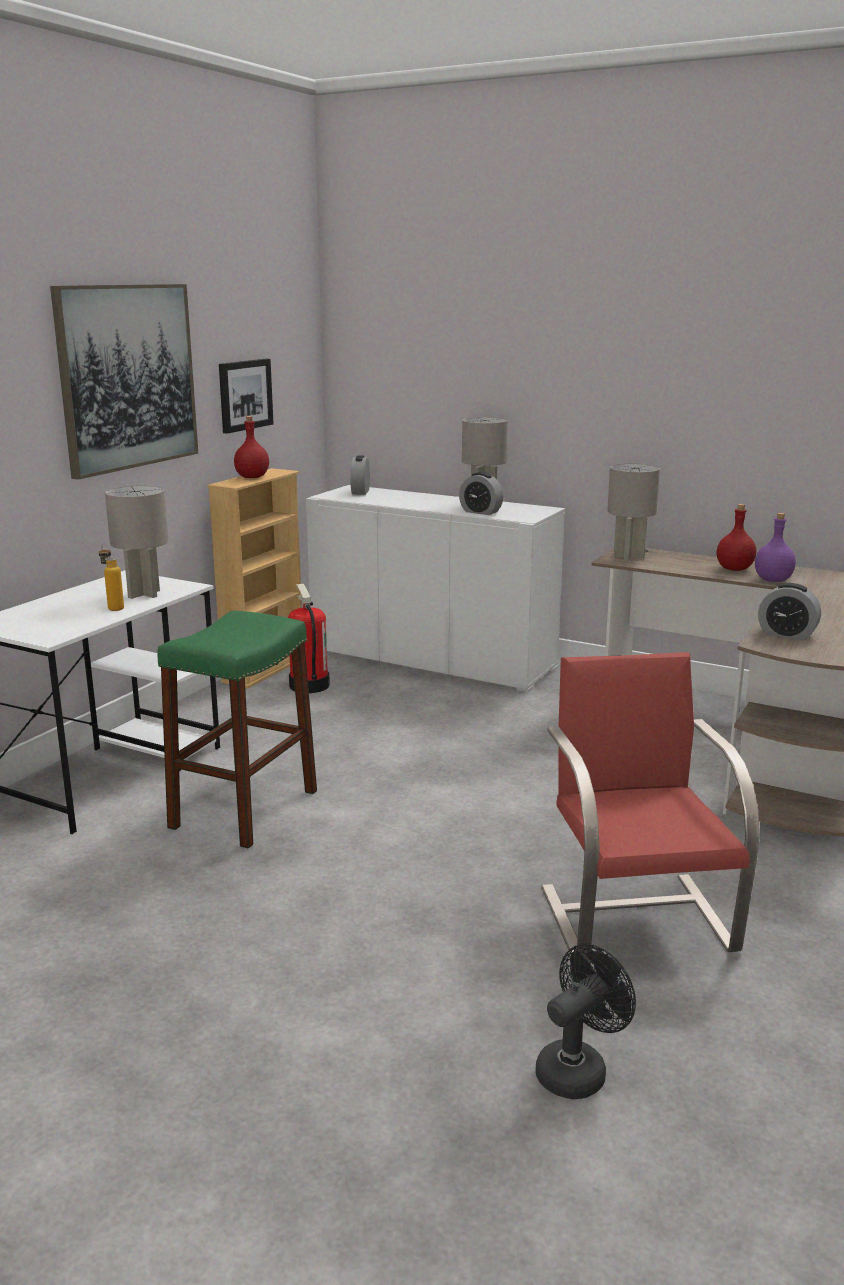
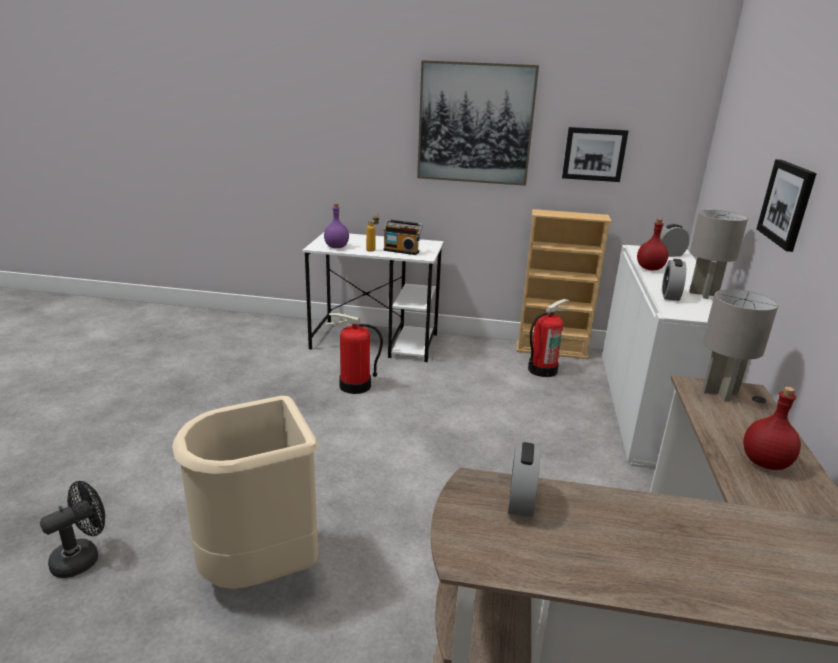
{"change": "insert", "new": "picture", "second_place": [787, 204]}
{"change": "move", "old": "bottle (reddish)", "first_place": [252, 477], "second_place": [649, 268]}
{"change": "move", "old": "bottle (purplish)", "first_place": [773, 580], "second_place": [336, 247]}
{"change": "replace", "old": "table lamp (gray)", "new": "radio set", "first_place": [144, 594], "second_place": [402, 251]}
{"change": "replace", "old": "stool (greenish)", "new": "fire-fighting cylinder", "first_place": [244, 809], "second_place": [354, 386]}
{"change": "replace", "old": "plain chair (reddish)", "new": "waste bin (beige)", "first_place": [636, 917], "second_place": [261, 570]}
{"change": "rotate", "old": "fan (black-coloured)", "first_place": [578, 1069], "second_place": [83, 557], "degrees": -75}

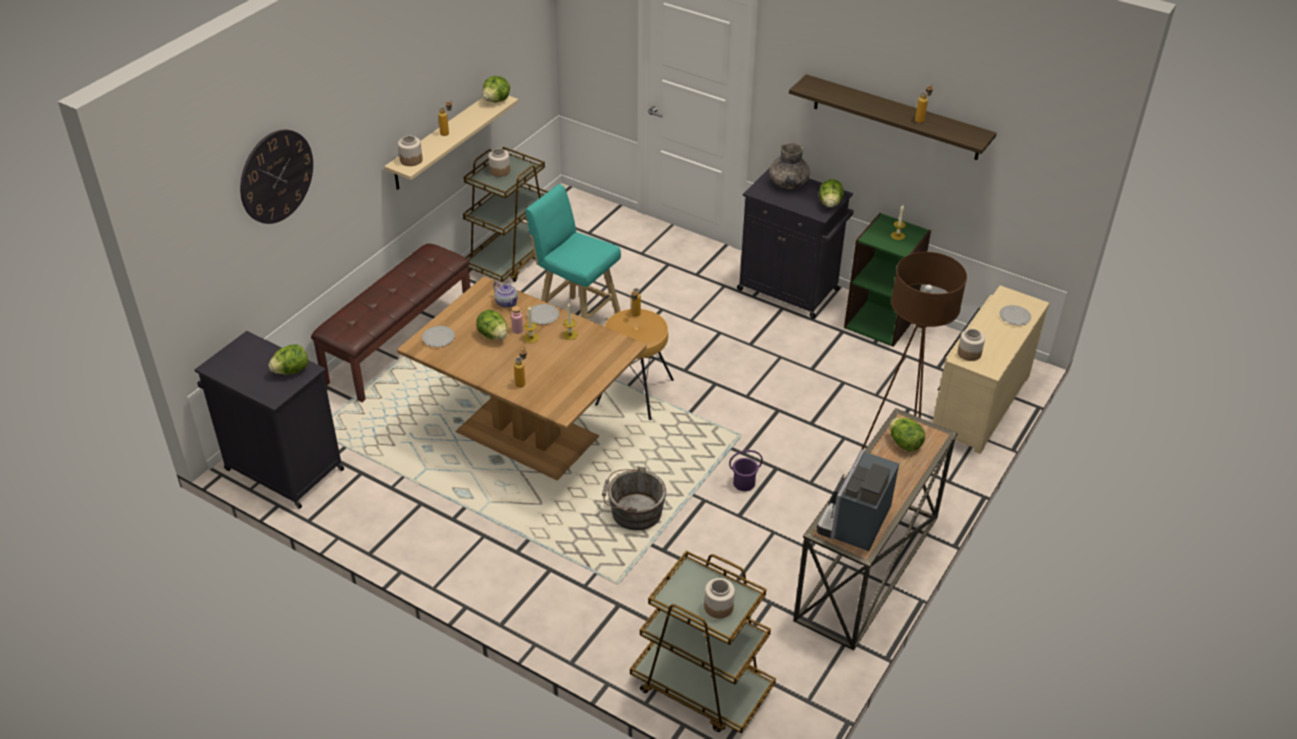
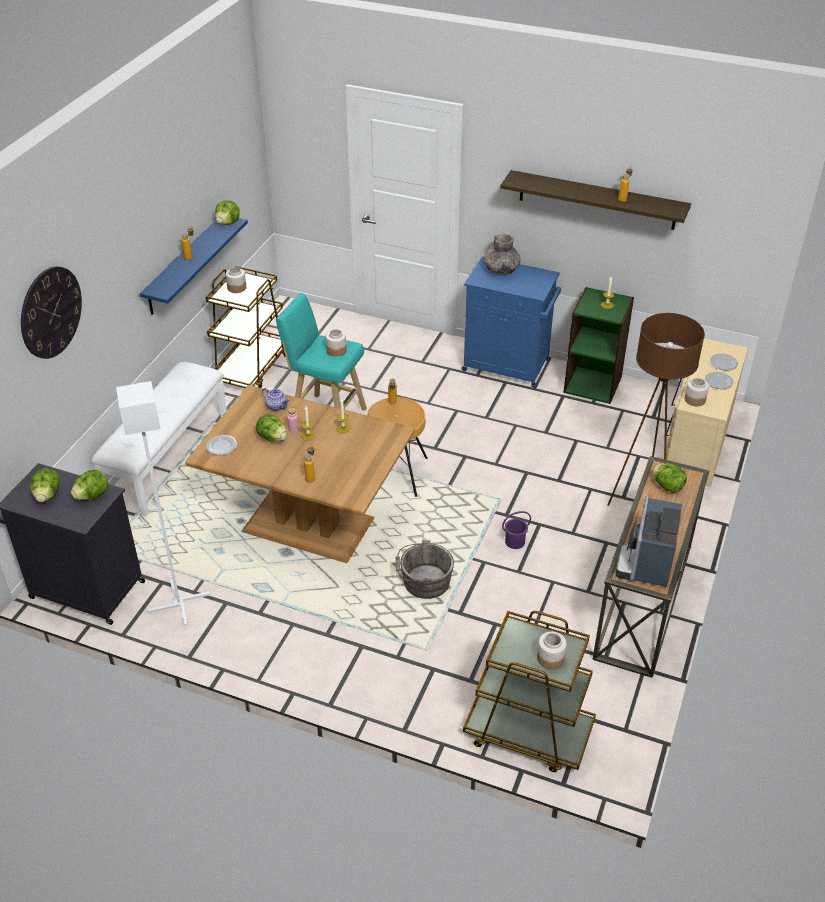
{"change": "insert", "new": "standard lamp (white)", "second_place": [179, 603]}
{"change": "move", "old": "jar", "first_place": [411, 160], "second_place": [336, 350]}
{"change": "move", "old": "dinner plate", "first_place": [543, 316], "second_place": [718, 382]}
{"change": "move", "old": "lettuce", "first_place": [830, 204], "second_place": [47, 495]}
{"change": "recolor", "old": "bench (brownish)", "new": "bench (white)", "first_place": [399, 344], "second_place": [167, 458]}
{"change": "recolor", "old": "wall shelf (beige)", "new": "wall shelf (blue)", "first_place": [442, 141], "second_place": [184, 265]}
{"change": "recolor", "old": "storage cabinet (black-coloured)", "new": "storage cabinet (blue)", "first_place": [790, 290], "second_place": [508, 366]}

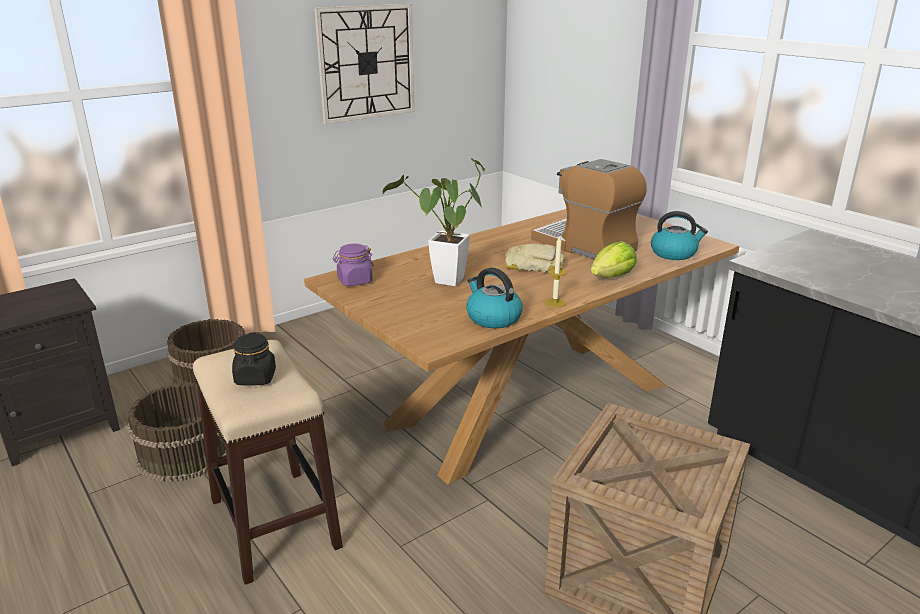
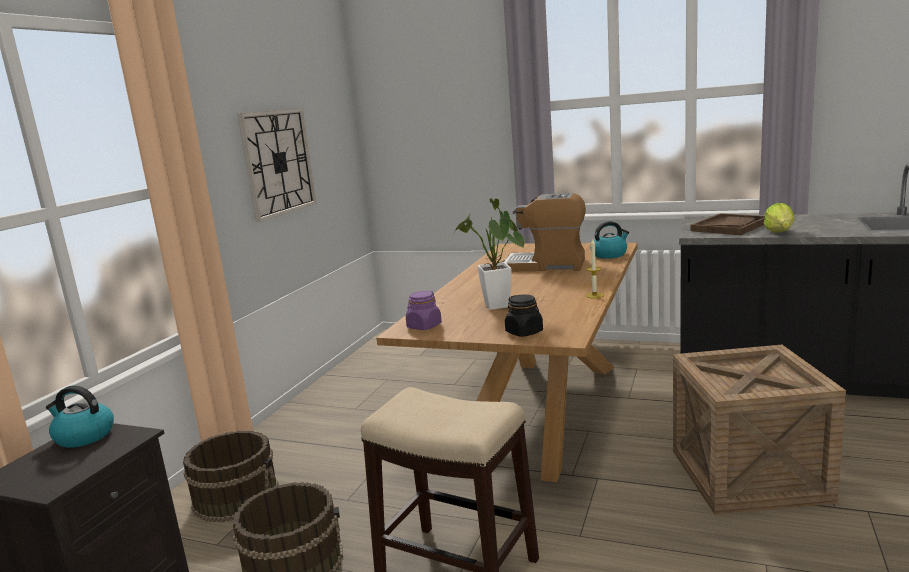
{"change": "delete", "old": "bakery bread", "first_place": [533, 266]}
{"change": "insert", "new": "serving tray (brownish)", "second_place": [729, 226]}
{"change": "move", "old": "jar (black-coloured)", "first_place": [255, 378], "second_place": [524, 332]}
{"change": "move", "old": "tea kettle", "first_place": [492, 318], "second_place": [83, 436]}
{"change": "move", "old": "lettuce", "first_place": [612, 277], "second_place": [780, 232]}

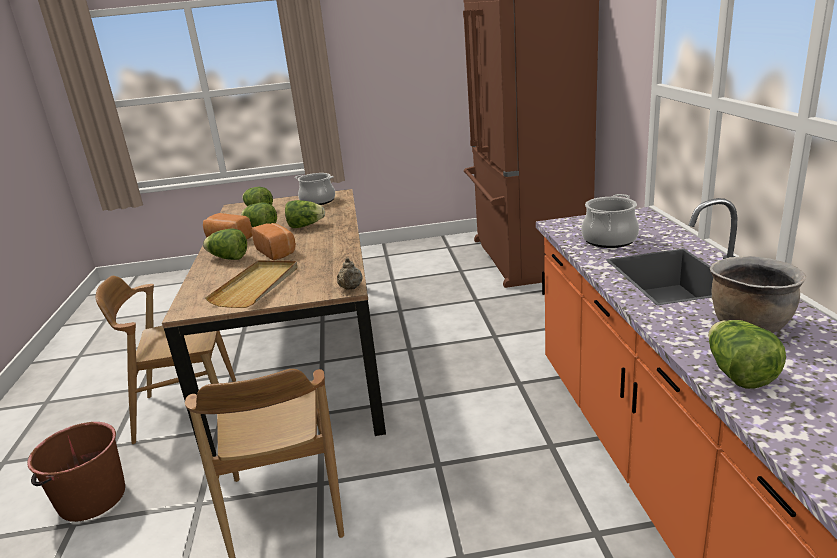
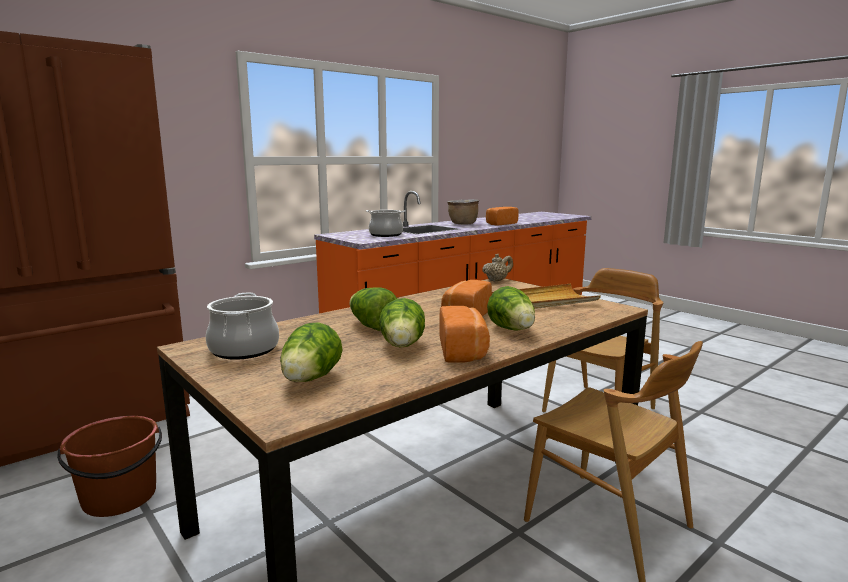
{"change": "move", "old": "pail (brownish)", "first_place": [91, 499], "second_place": [120, 498]}
{"change": "replace", "old": "lettuce", "new": "bakery bread", "first_place": [738, 374], "second_place": [500, 224]}

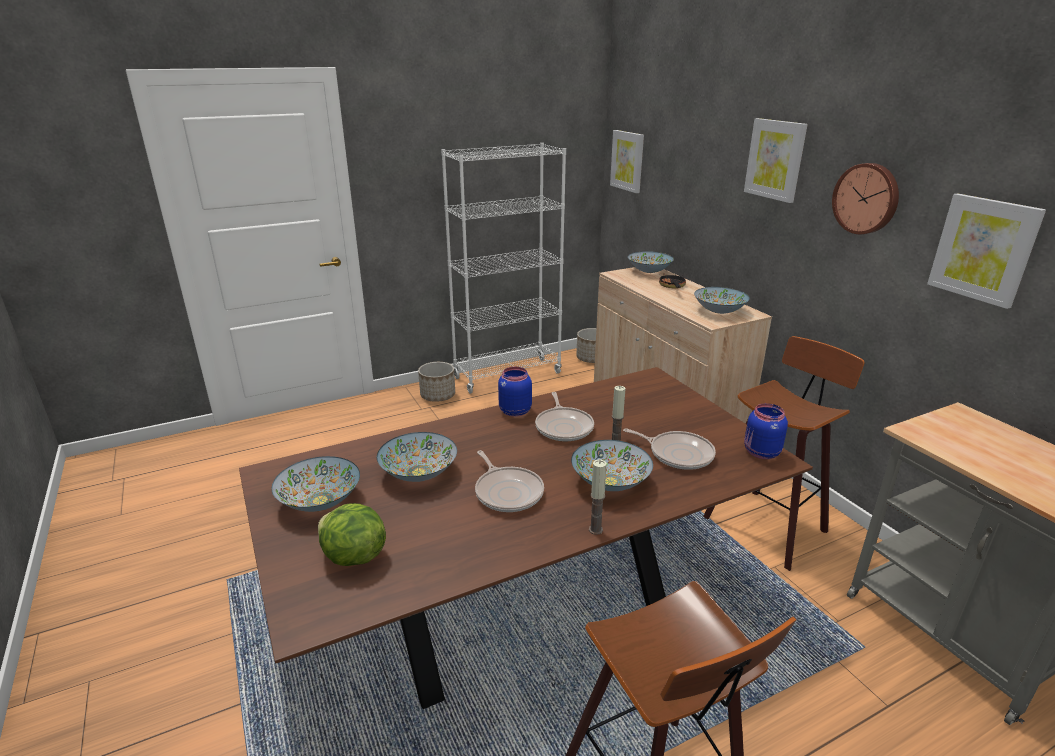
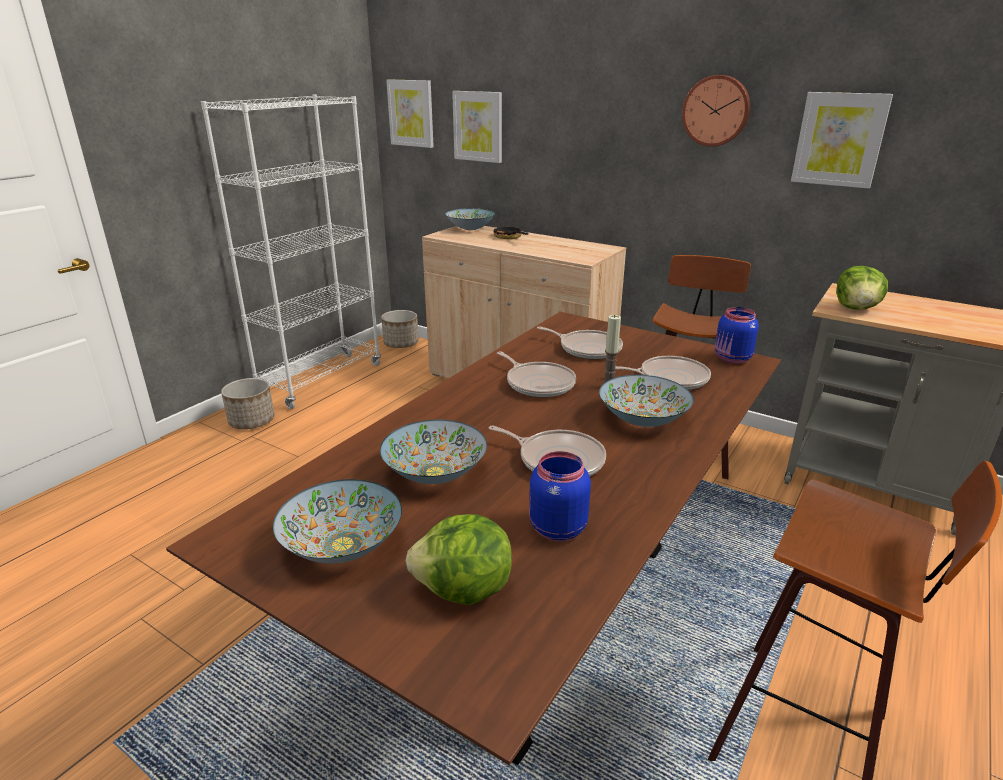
{"change": "delete", "old": "wax light", "first_place": [595, 529]}
{"change": "delete", "old": "serving bowl", "first_place": [719, 311]}
{"change": "insert", "new": "pan", "second_place": [587, 349]}
{"change": "insert", "new": "lettuce", "second_place": [856, 308]}
{"change": "move", "old": "jar (blue)", "first_place": [514, 411], "second_place": [556, 528]}
{"change": "move", "old": "picture", "first_place": [775, 159], "second_place": [478, 126]}

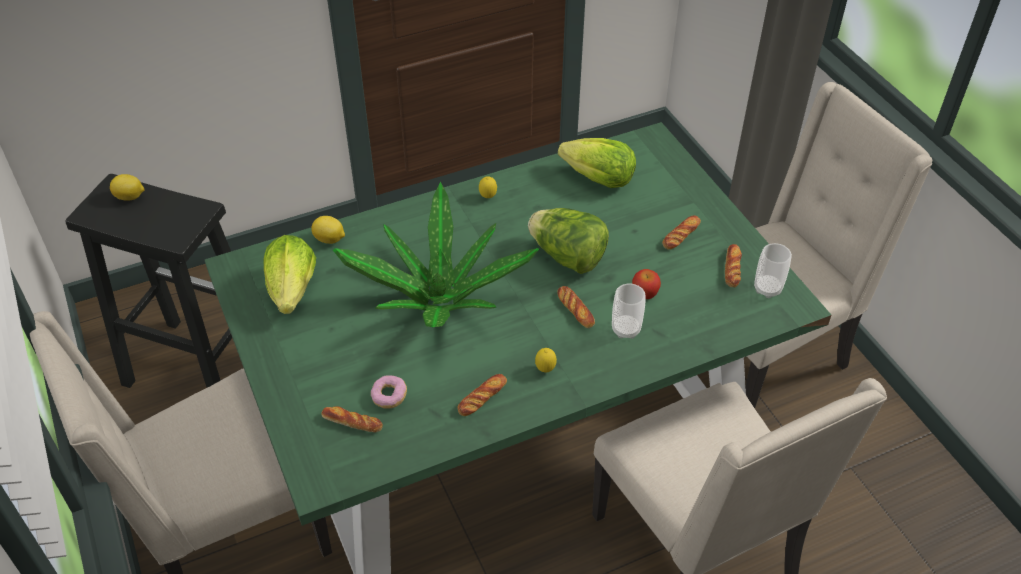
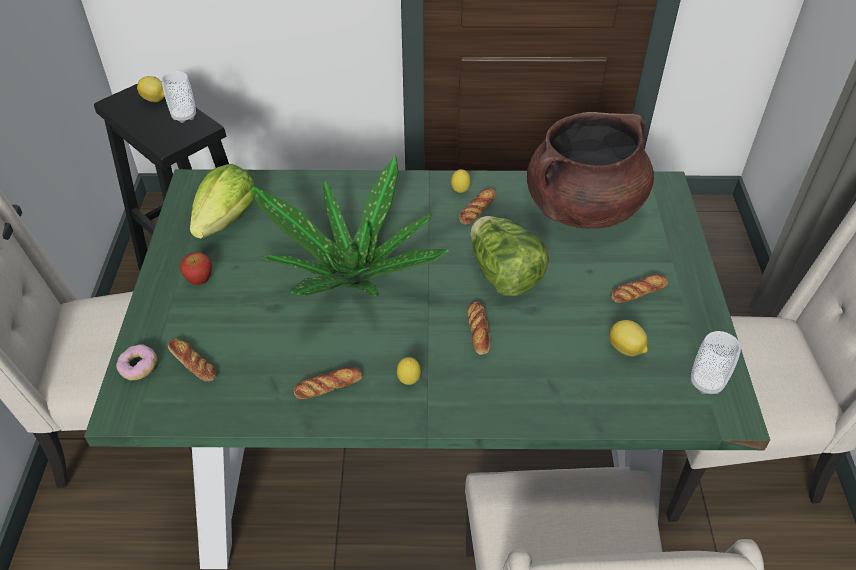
{"change": "move", "old": "whole lemon", "first_place": [330, 240], "second_place": [626, 349]}
{"change": "move", "old": "ring doughnut", "first_place": [389, 397], "second_place": [139, 368]}
{"change": "move", "old": "cup", "first_place": [626, 329], "second_place": [184, 116]}
{"change": "move", "old": "apple", "first_place": [644, 293], "second_place": [199, 278]}
{"change": "move", "old": "bakery bread", "first_place": [732, 268], "second_place": [477, 209]}
{"change": "replace", "old": "lettuce", "new": "stockpot (brownish)", "first_place": [599, 179], "second_place": [583, 208]}

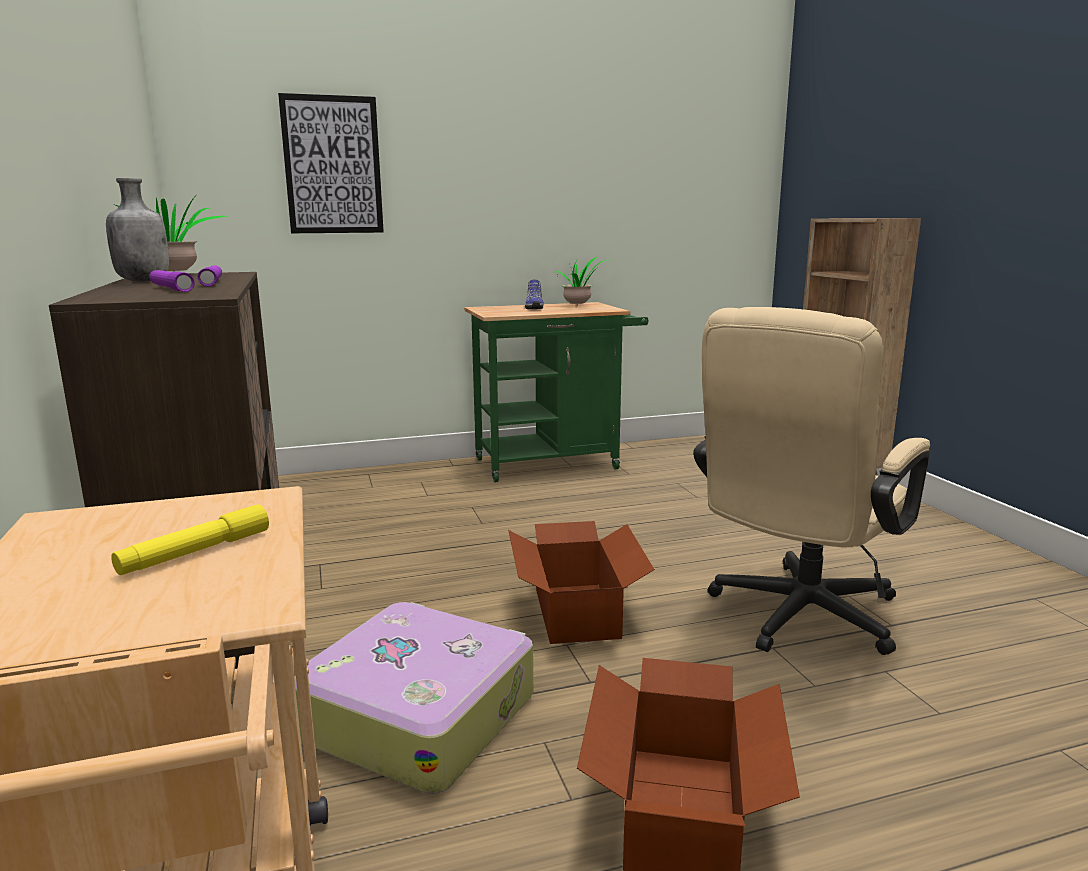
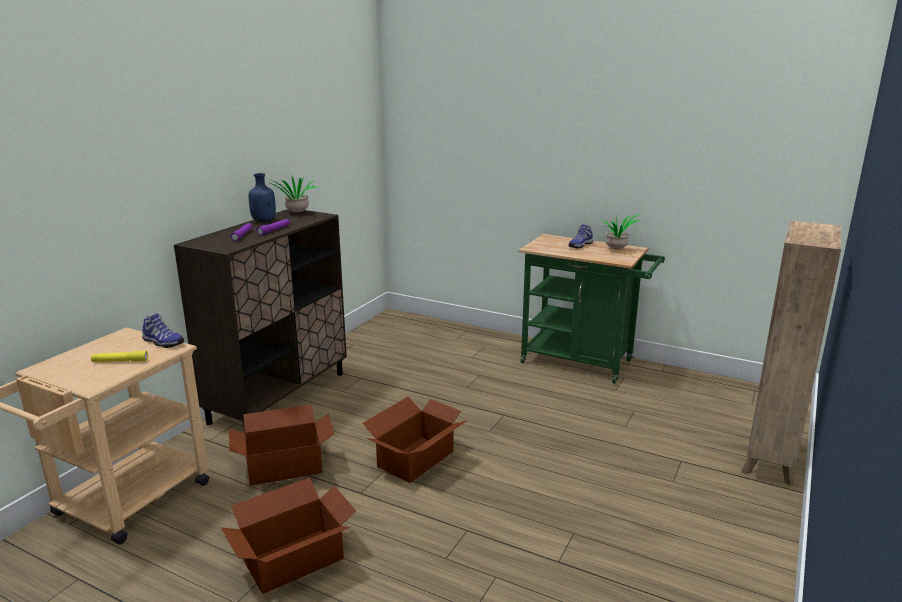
{"change": "delete", "old": "picture", "first_place": [332, 165]}
{"change": "delete", "old": "desk chair (beige)", "first_place": [796, 618]}
{"change": "insert", "new": "item of footwear", "second_place": [162, 342]}
{"change": "replace", "old": "suitcase", "new": "cardboard box", "first_place": [418, 714], "second_place": [284, 466]}
{"change": "recolor", "old": "bottle (gray)", "new": "bottle (blue)", "first_place": [144, 281], "second_place": [264, 221]}

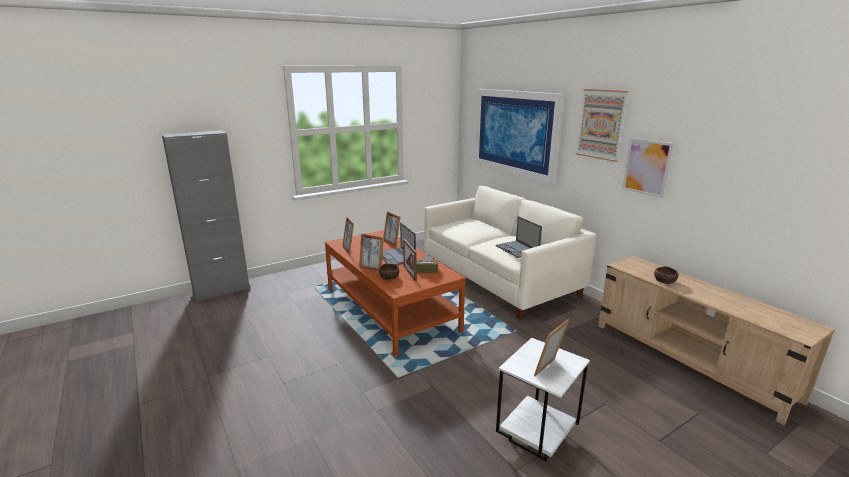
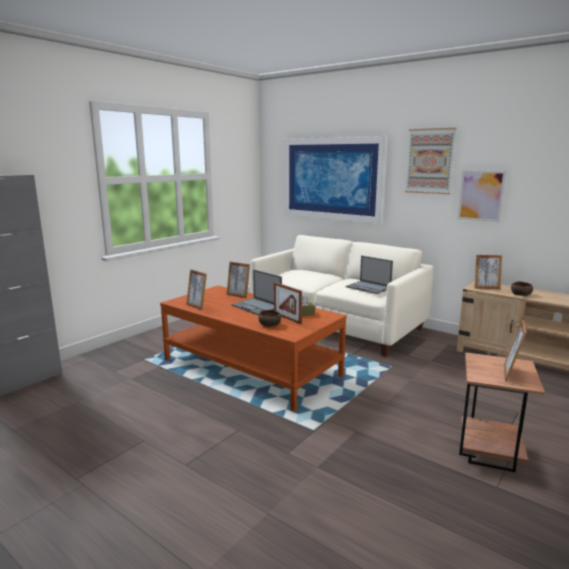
{"change": "move", "old": "photo frame", "first_place": [371, 268], "second_place": [486, 288]}
{"change": "recolor", "old": "side table (white)", "new": "side table (brownish)", "first_place": [537, 439], "second_place": [491, 455]}

